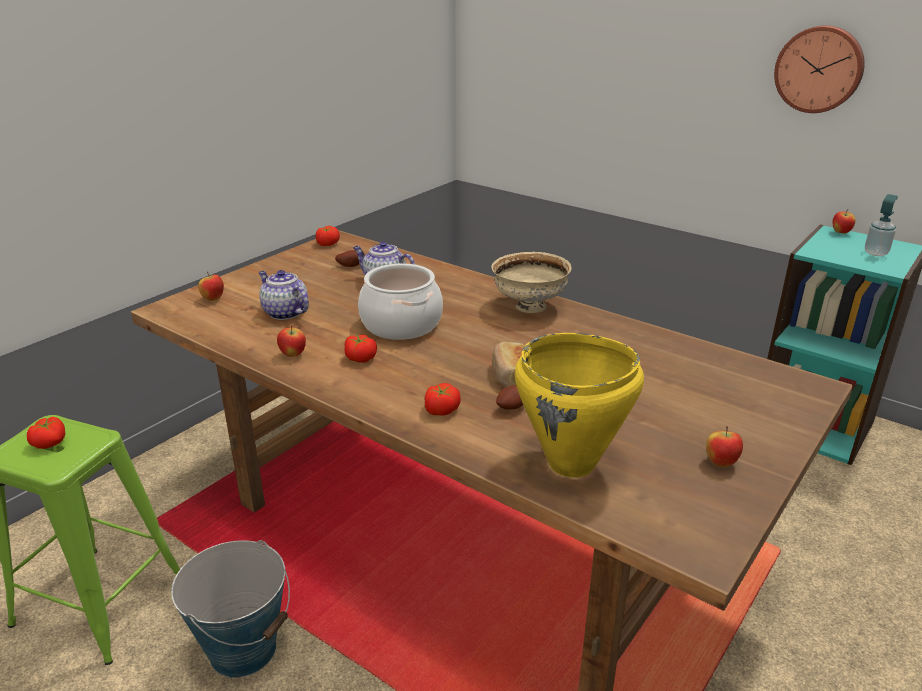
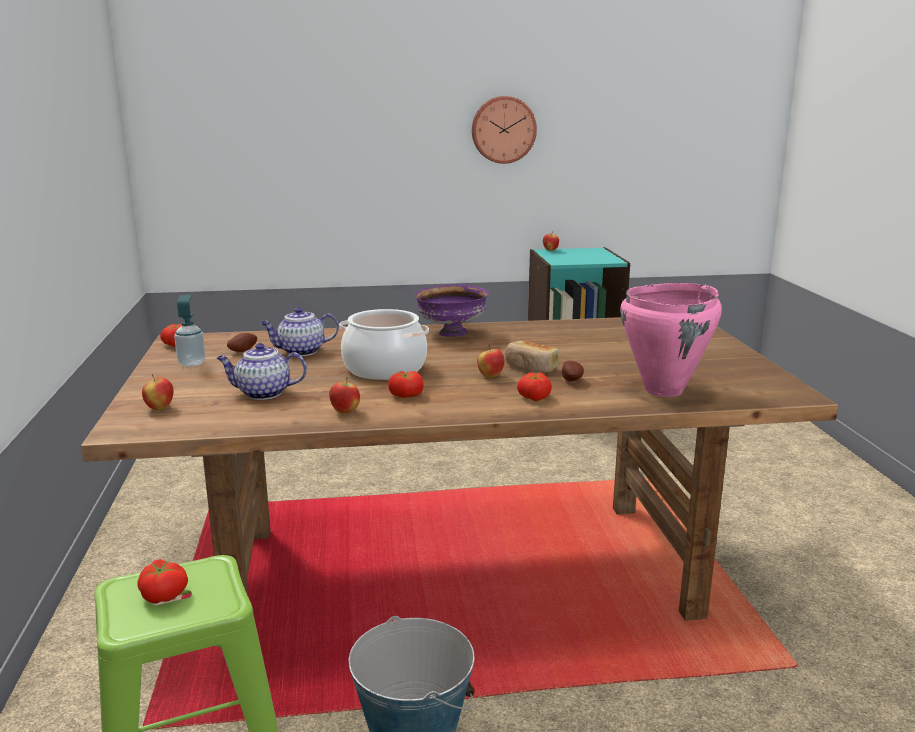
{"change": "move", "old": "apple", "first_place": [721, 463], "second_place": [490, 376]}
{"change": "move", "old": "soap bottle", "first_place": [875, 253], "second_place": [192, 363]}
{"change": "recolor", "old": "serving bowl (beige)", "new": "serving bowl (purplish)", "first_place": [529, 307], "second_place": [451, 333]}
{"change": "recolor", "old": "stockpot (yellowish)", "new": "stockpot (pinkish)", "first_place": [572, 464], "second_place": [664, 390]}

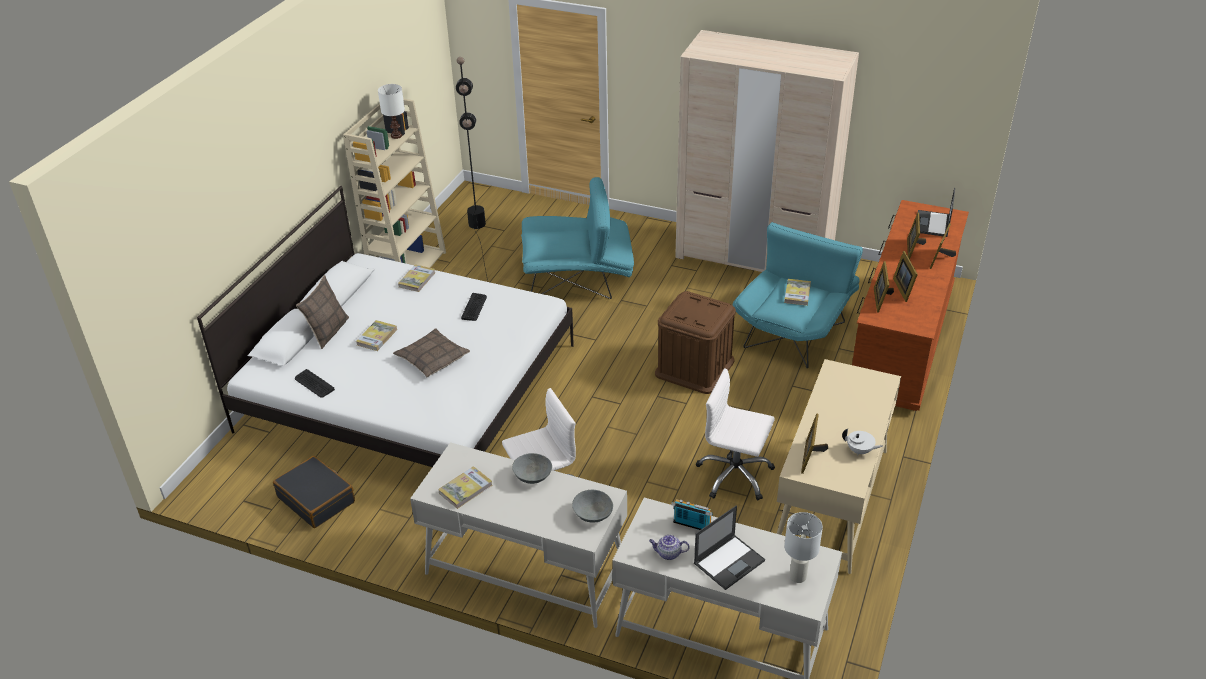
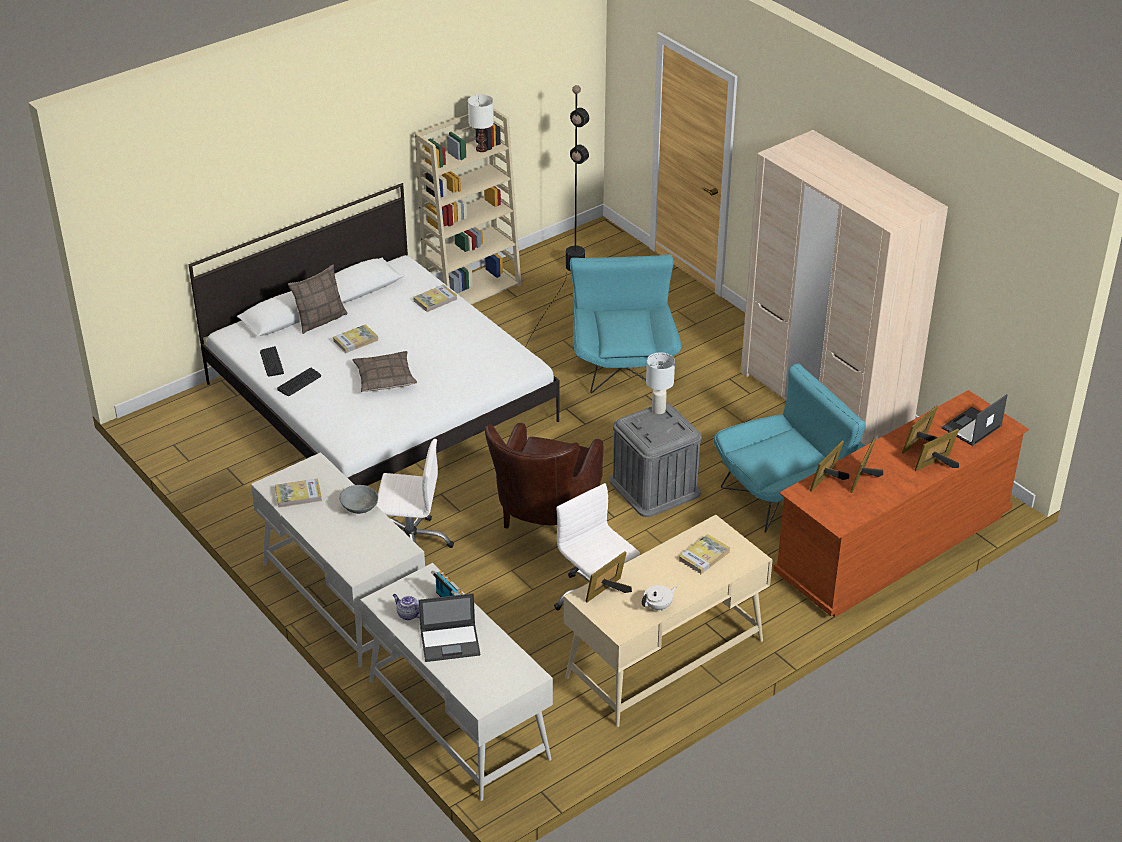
{"change": "delete", "old": "suitcase (black-coloured)", "first_place": [316, 499]}
{"change": "delete", "old": "serving bowl (gray)", "first_place": [592, 514]}
{"change": "insert", "new": "easy chair (brownish)", "second_place": [543, 523]}
{"change": "move", "old": "PC keyboard", "first_place": [474, 307], "second_place": [299, 382]}
{"change": "move", "old": "bound book", "first_place": [797, 293], "second_place": [704, 556]}
{"change": "move", "old": "table lamp (white)", "first_place": [797, 576], "second_place": [658, 410]}
{"change": "recolor", "old": "storage box (brownish)", "new": "storage box (gray)", "first_place": [694, 367], "second_place": [654, 487]}
{"change": "rotate", "old": "easy chair (turquoise-coloured)", "first_place": [577, 279], "second_place": [622, 358], "degrees": -120}
{"change": "rotate", "old": "pot for tea (white)", "first_place": [860, 451], "second_place": [658, 606], "degrees": -90}

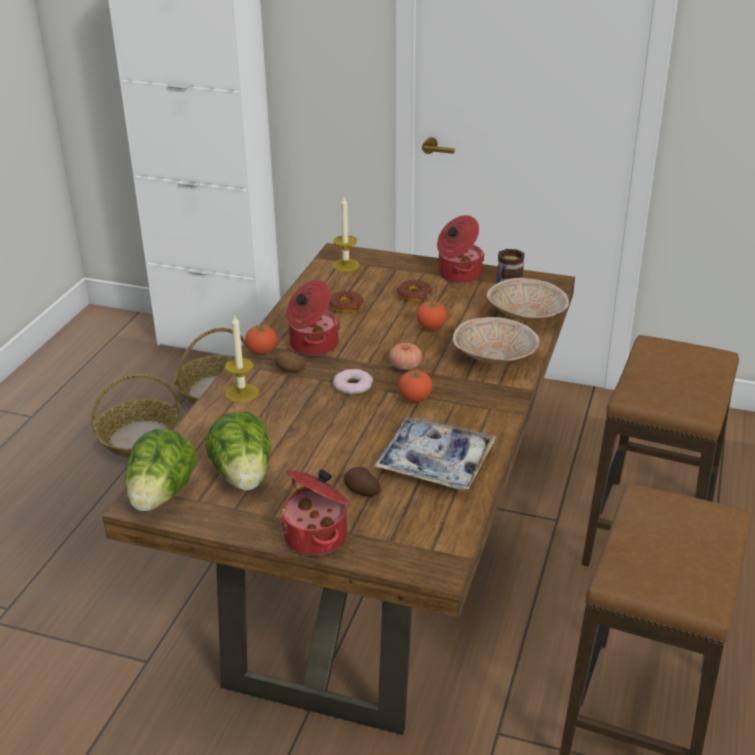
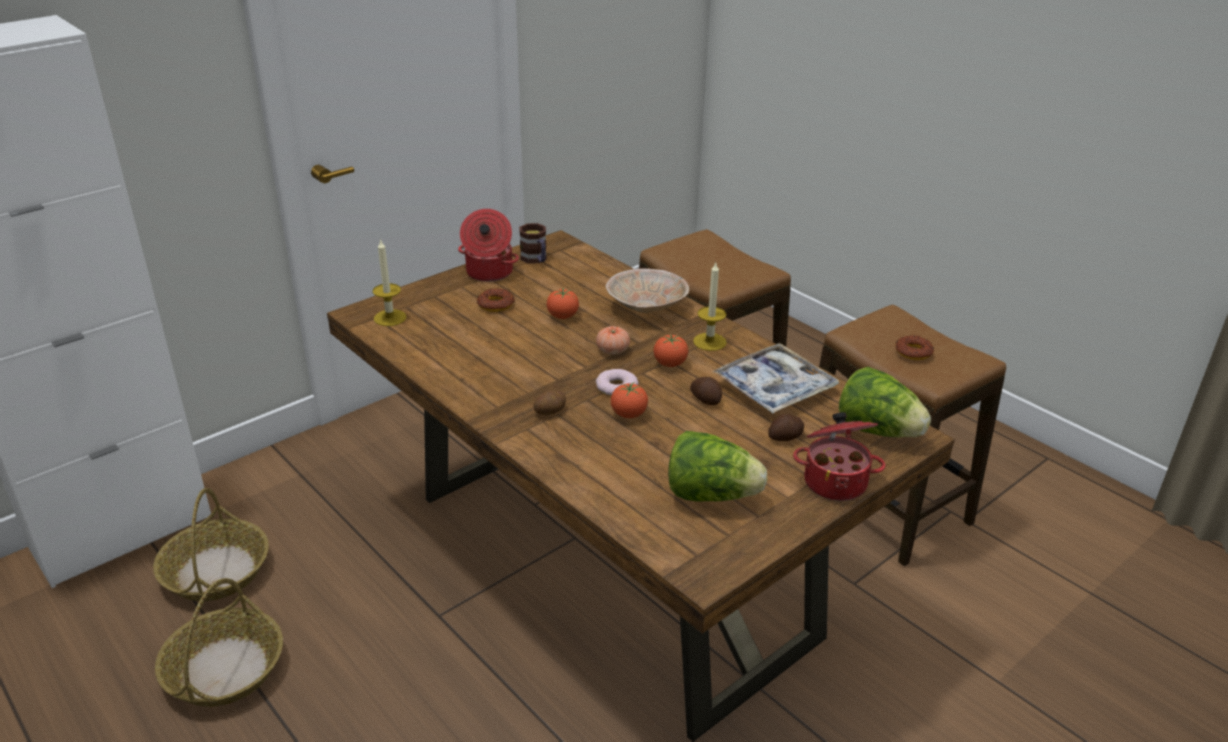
{"change": "delete", "old": "stockpot", "first_place": [312, 345]}
{"change": "delete", "old": "serving bowl (beige)", "first_place": [527, 317]}
{"change": "insert", "new": "whole potato", "second_place": [706, 399]}
{"change": "move", "old": "lettuce", "first_place": [161, 496], "second_place": [878, 431]}
{"change": "move", "old": "wax light", "first_place": [242, 393], "second_place": [709, 342]}
{"change": "move", "old": "fresh tomato", "first_place": [262, 352], "second_place": [629, 414]}
{"change": "move", "old": "ring doughnut", "first_place": [346, 306], "second_place": [913, 352]}

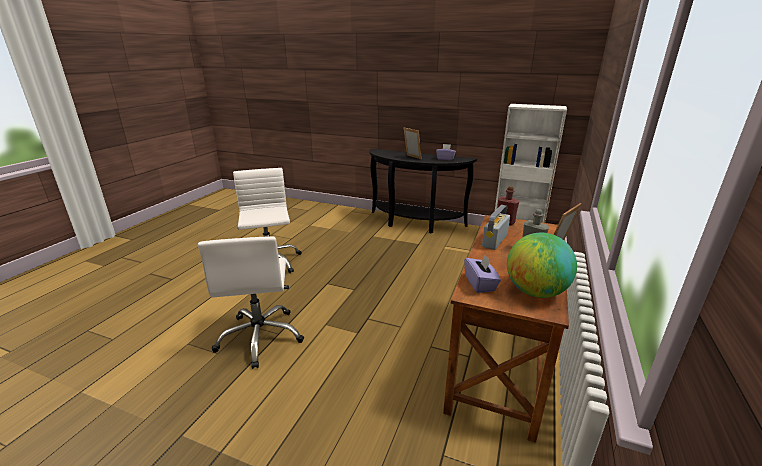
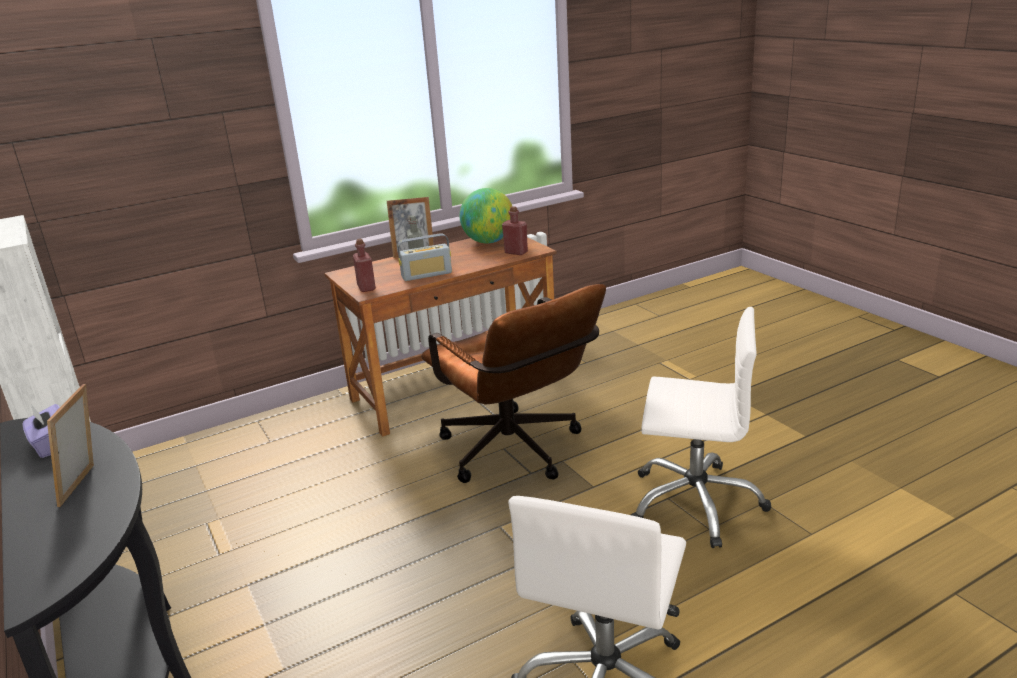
{"change": "insert", "new": "desk chair (brownish)", "second_place": [517, 454]}
{"change": "replace", "old": "tissue box (purplish)", "new": "bottle (reddish)", "first_place": [480, 284], "second_place": [516, 252]}
{"change": "rotate", "old": "desk chair (white)", "first_place": [261, 337], "second_place": [695, 502], "degrees": 75}

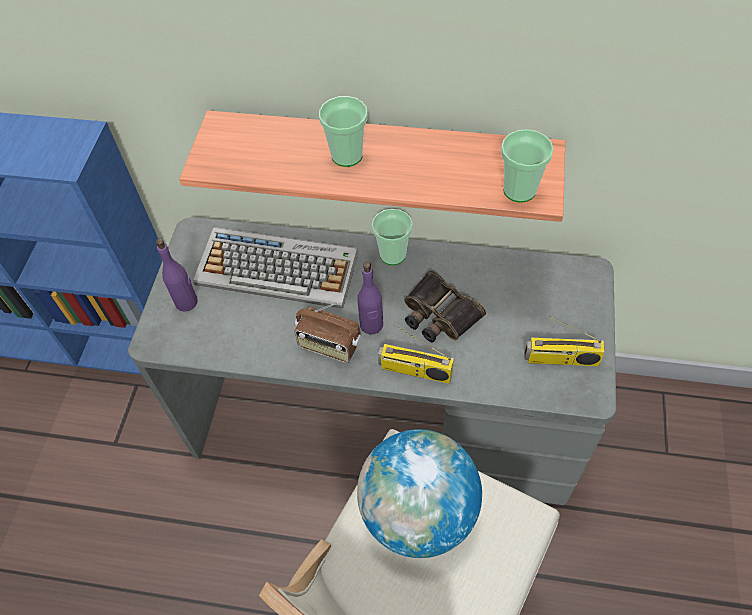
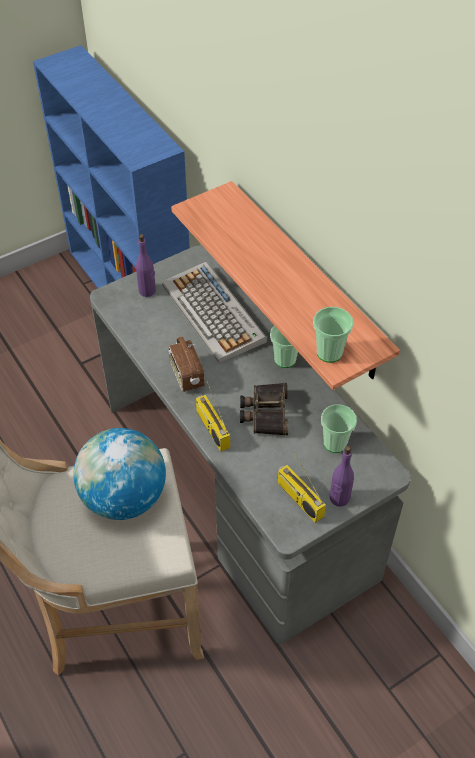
{"change": "move", "old": "cup", "first_place": [347, 155], "second_place": [335, 443]}
{"change": "move", "old": "bottle (purplish)", "first_place": [371, 325], "second_place": [339, 498]}

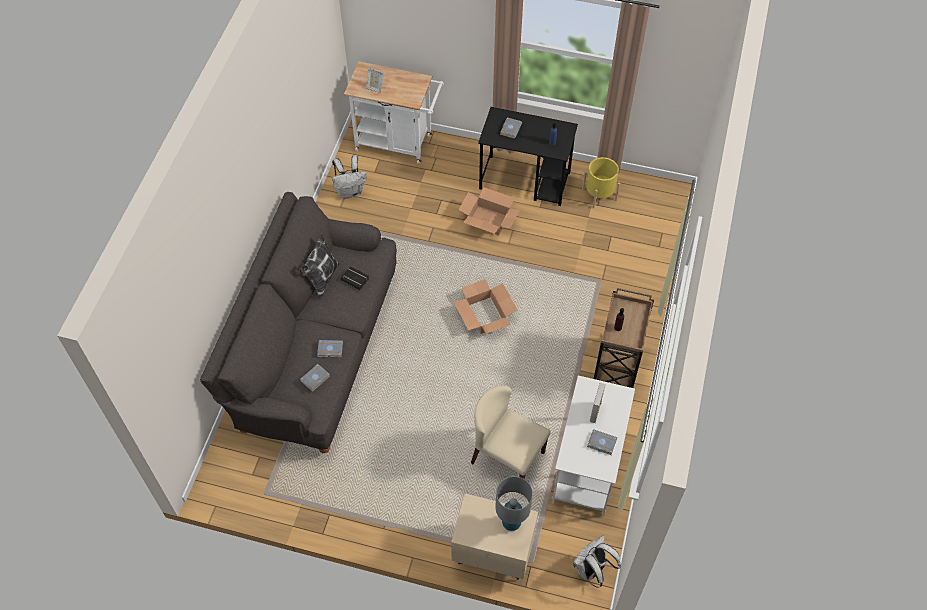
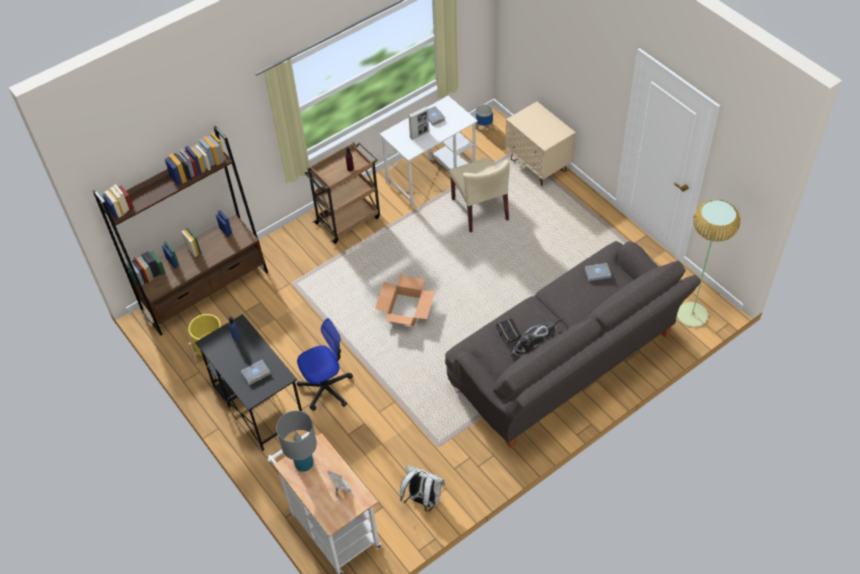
{"change": "delete", "old": "bound book (gray)", "first_place": [329, 350]}
{"change": "insert", "new": "bookshelf (brownish)", "second_place": [205, 291]}
{"change": "insert", "new": "standard lamp", "second_place": [692, 315]}
{"change": "move", "old": "table lamp (gray)", "first_place": [511, 522], "second_place": [304, 464]}
{"change": "replace", "old": "cardboard box", "new": "desk chair", "first_place": [488, 220], "second_place": [326, 388]}
{"change": "replace", "old": "backpack (white)", "new": "plant pot", "first_place": [592, 570], "second_place": [484, 127]}

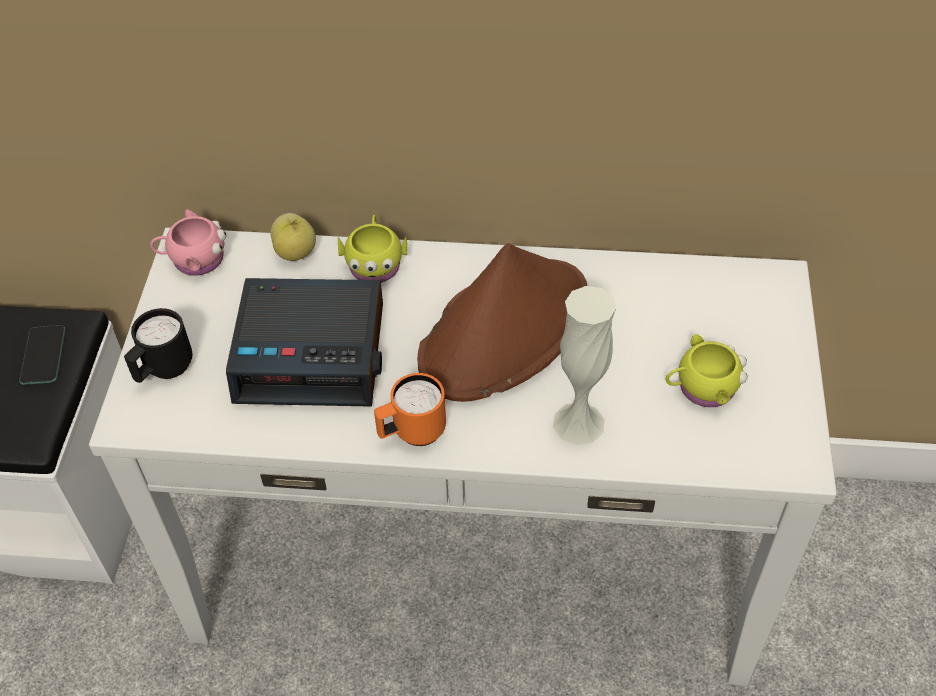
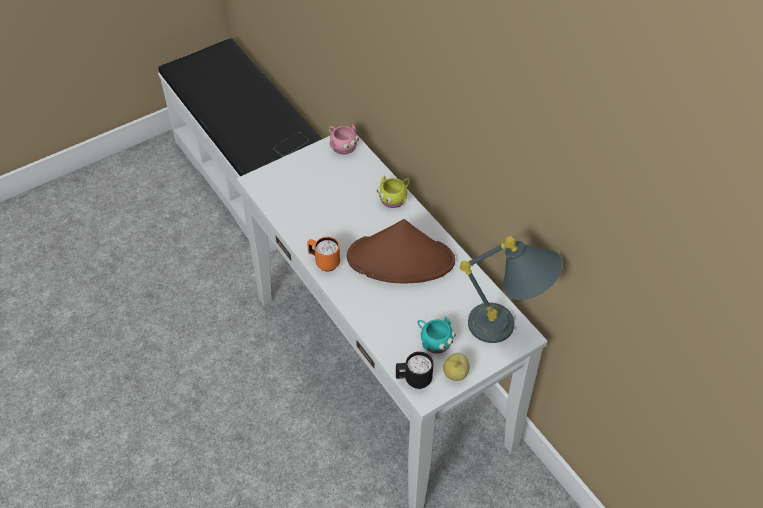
{"change": "delete", "old": "table clock", "first_place": [312, 352]}
{"change": "delete", "old": "decorative vase (white)", "first_place": [578, 423]}
{"change": "insert", "new": "table lamp (gray)", "second_place": [508, 329]}
{"change": "move", "old": "mug (black-coloured)", "first_place": [163, 370], "second_place": [413, 380]}
{"change": "move", "old": "apple", "first_place": [296, 252], "second_place": [456, 374]}
{"change": "recolor", "old": "mug (yellowish)", "new": "mug (turquoise-coloured)", "first_place": [701, 388], "second_place": [434, 340]}

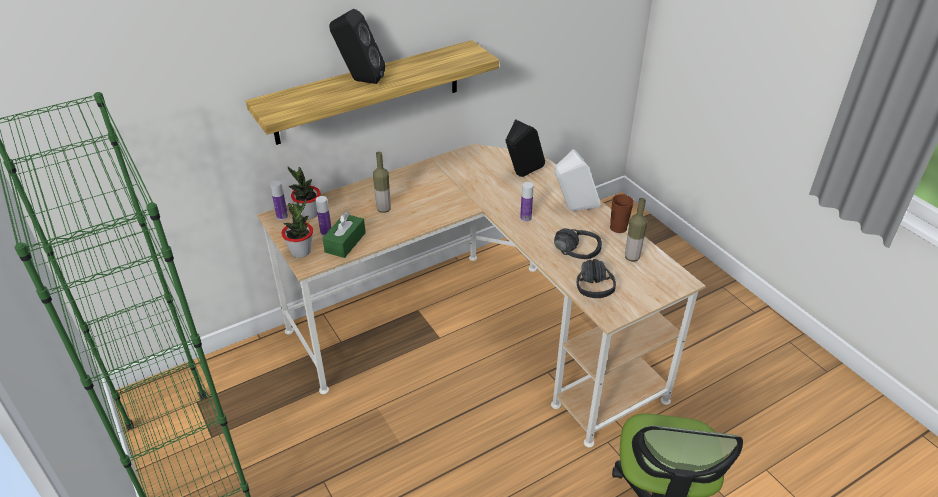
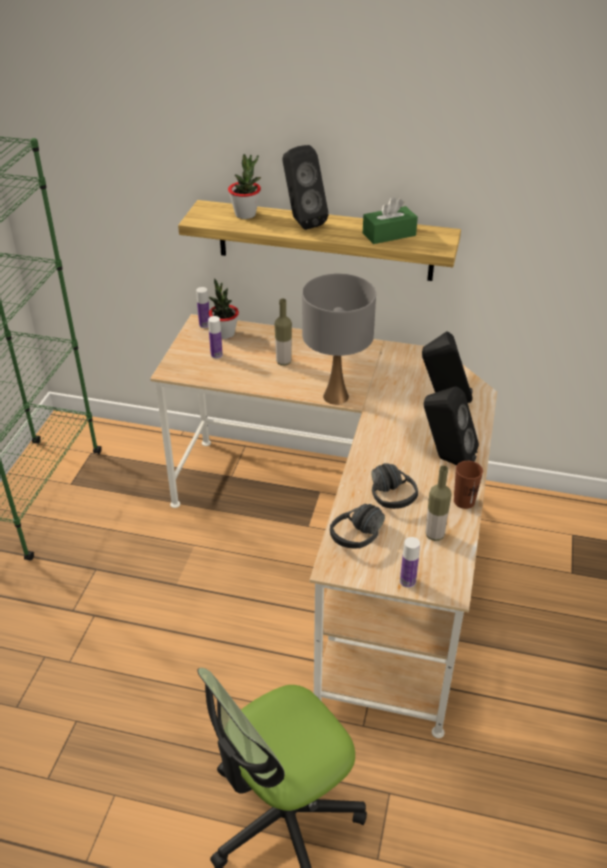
{"change": "insert", "new": "table lamp (gray)", "second_place": [335, 396]}
{"change": "move", "old": "plant in a pot", "first_place": [301, 251], "second_place": [245, 214]}
{"change": "move", "old": "tissue box (greenish)", "first_place": [345, 242], "second_place": [389, 234]}
{"change": "move", "old": "bottle", "first_place": [525, 218], "second_place": [407, 581]}
{"change": "recolor", "old": "speaker (white)", "new": "speaker (black-coloured)", "first_place": [573, 209], "second_place": [446, 459]}

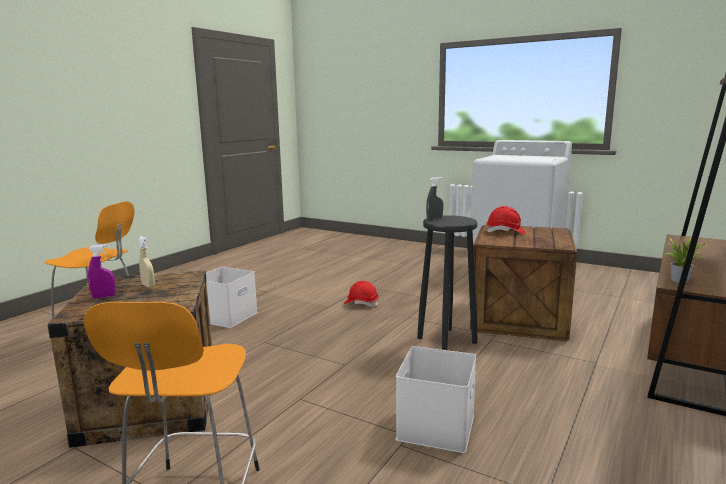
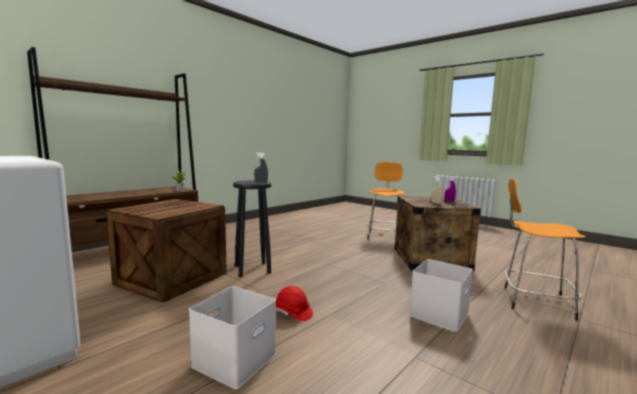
{"change": "delete", "old": "safety helmet (reddish)", "first_place": [505, 232]}
{"change": "move", "old": "storage box (white)", "first_place": [437, 427], "second_place": [234, 359]}

